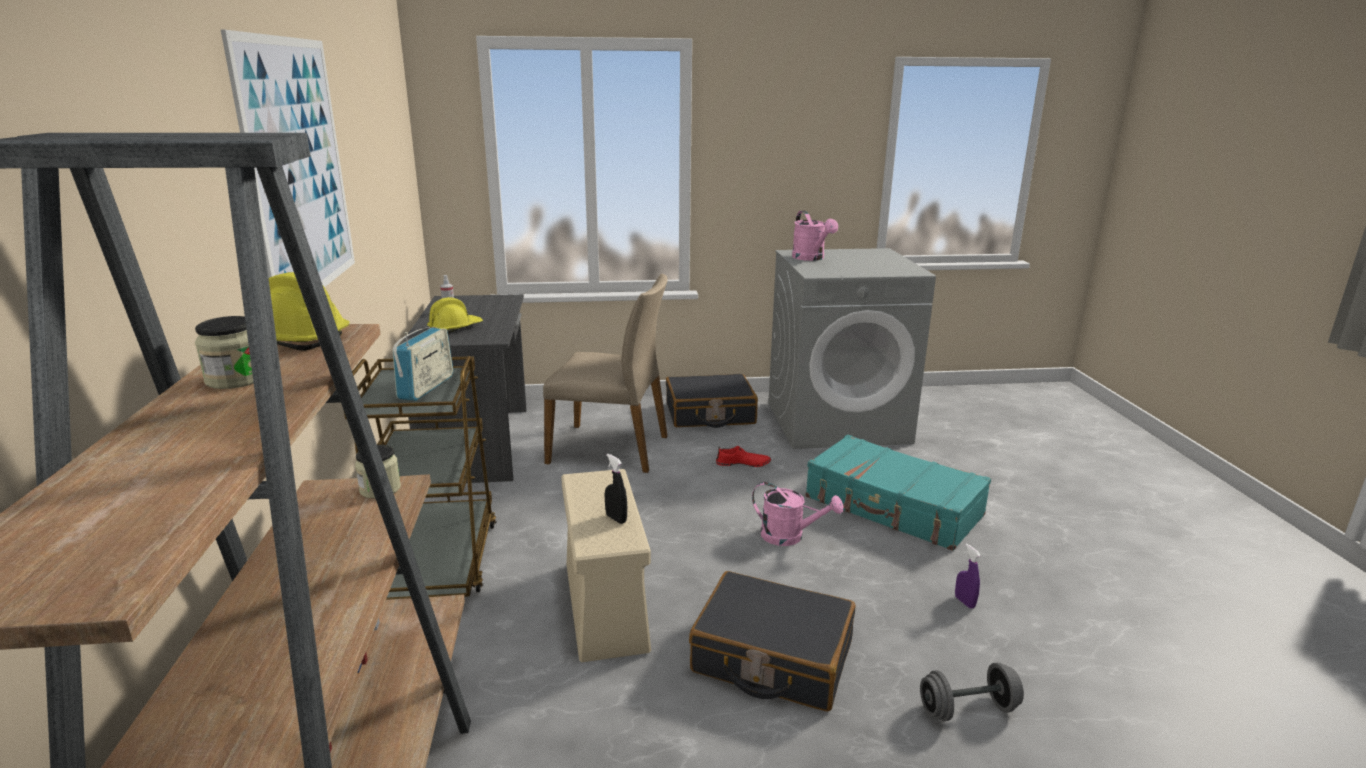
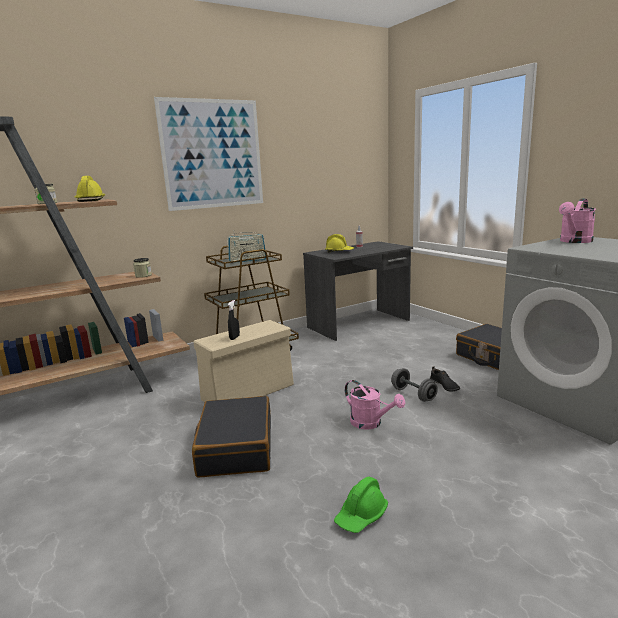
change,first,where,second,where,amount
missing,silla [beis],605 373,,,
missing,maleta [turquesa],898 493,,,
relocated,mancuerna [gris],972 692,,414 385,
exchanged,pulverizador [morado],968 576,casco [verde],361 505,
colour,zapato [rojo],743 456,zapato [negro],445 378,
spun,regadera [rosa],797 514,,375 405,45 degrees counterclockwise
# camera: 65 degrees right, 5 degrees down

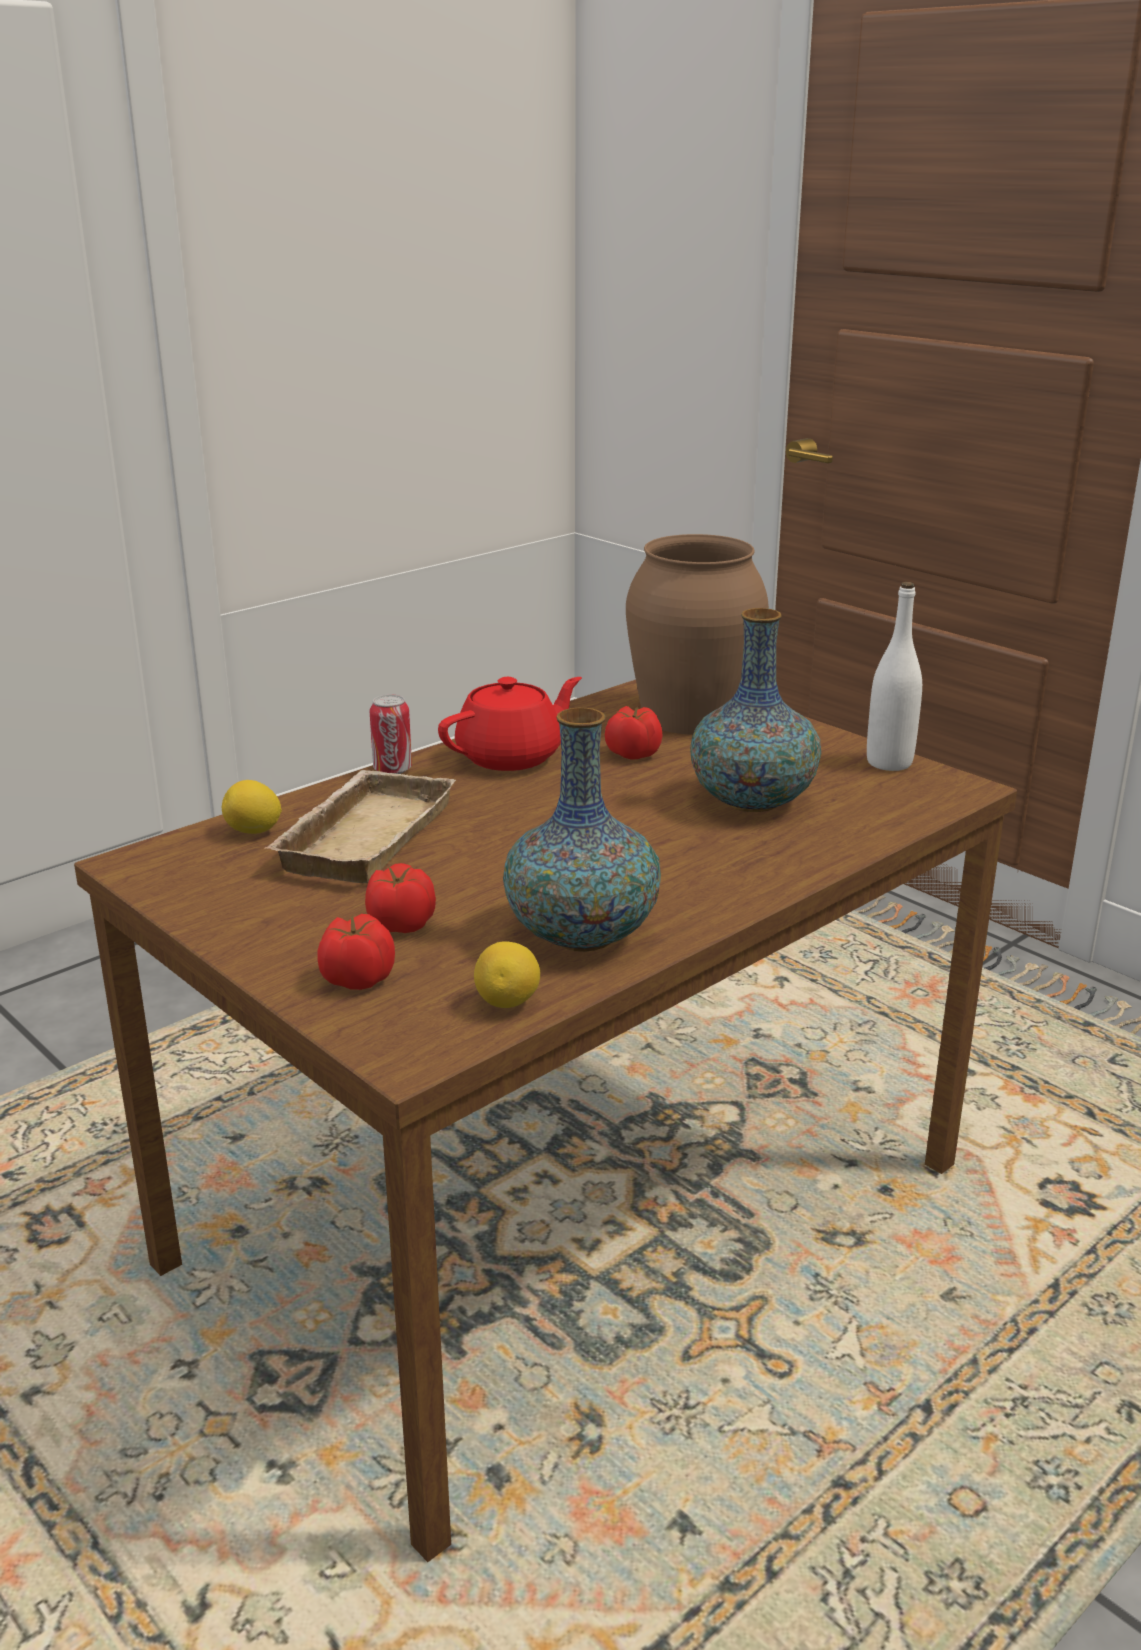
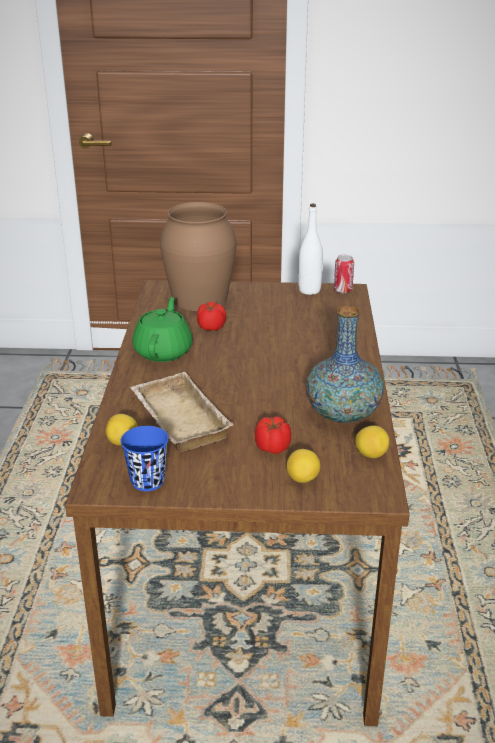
change,first,where,second,where,amount
missing,florero,755 710,,,
appeared,,,taza [azul],144 458,
relocated,lata,391 734,,344 274,
exchanged,tomate,356 952,limón,303 466,
colour,tetera [rojo],510 724,tetera [verde],162 329,
# camera: 45 degrees left, 5 degrees up

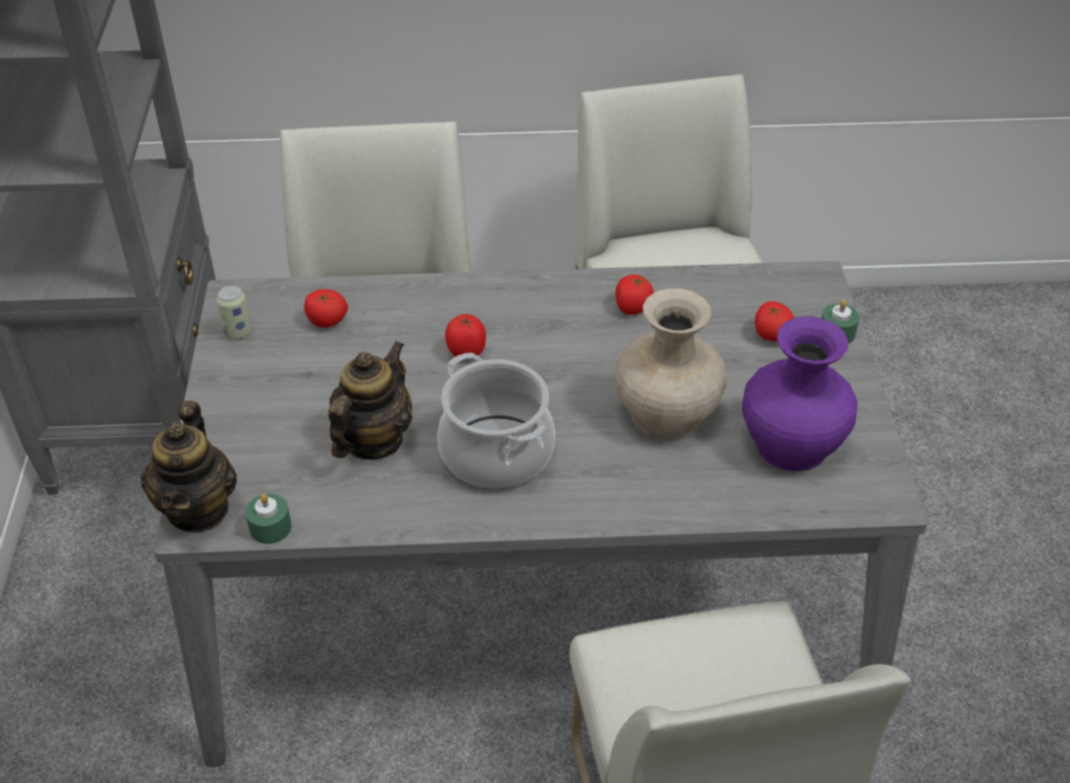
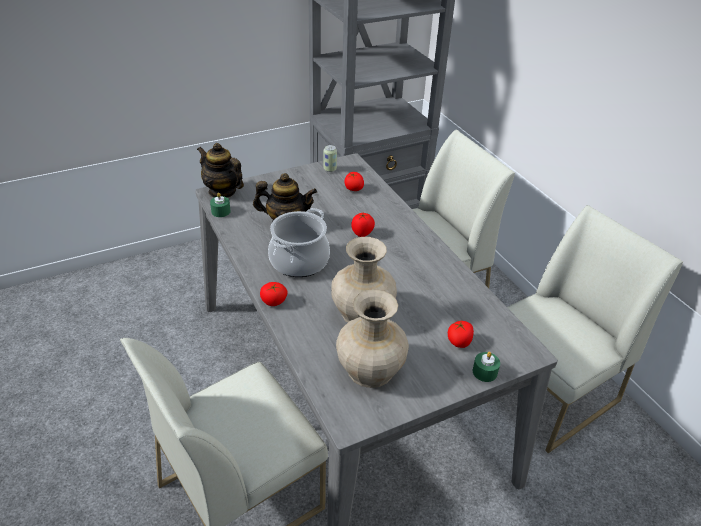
change,first,where,second,where,amount
relocated,tomate,635 295,,273 294,
colour,florero [morado],800 393,florero [beis],372 338,
spun,tetera,189 467,,220 170,60 degrees clockwise
# camera: 65 degrees right, 5 degrees down

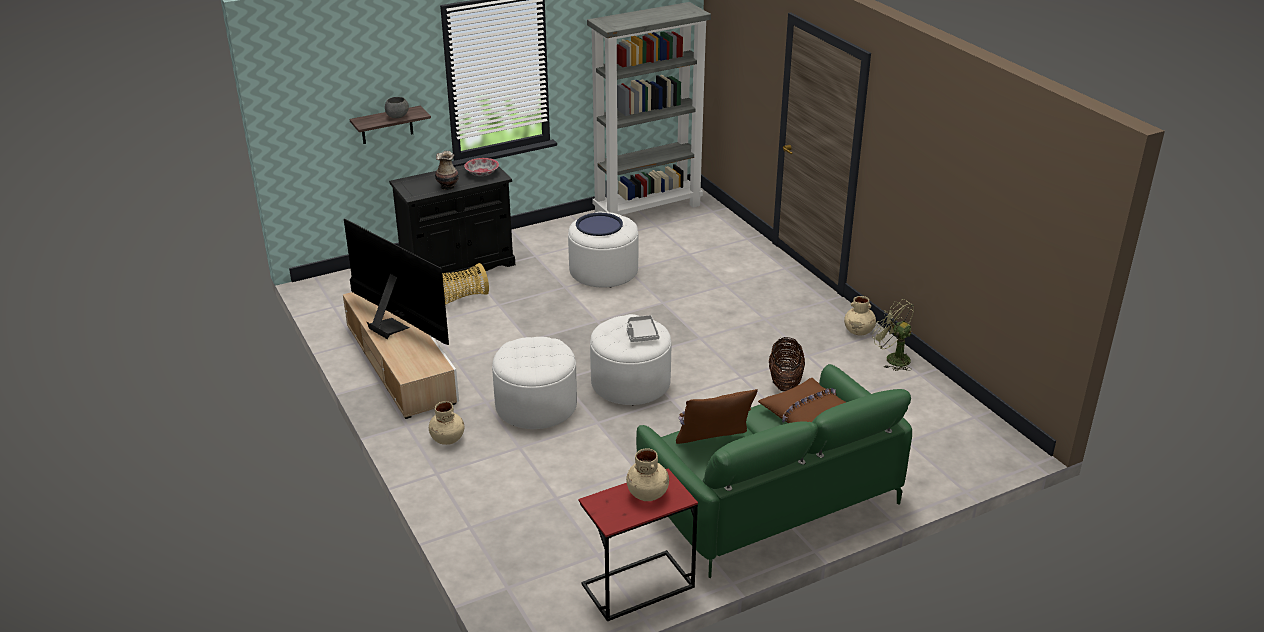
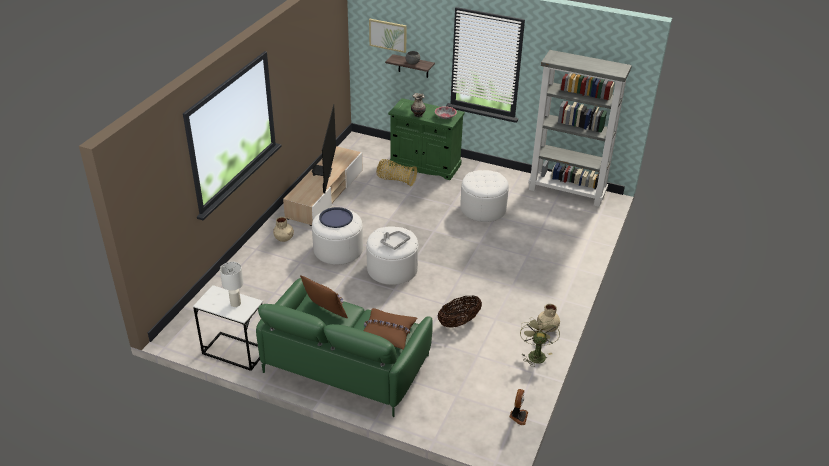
change,first,where,second,where,amount
appeared,,,cuadro,388 36,
appeared,,,ventilador,518 407,
relocated,bandeja [azul],599 224,,336 217,
exchanged,florero [beis],647 474,lámpara de mesa [blanco],231 284,
colour,armario [negro],452 223,armario [verde],426 139,
colour,mesa auxiliar [rojo],638 545,mesa auxiliar [blanco],228 328,
# camera: 50 degrees right, 5 degrees up

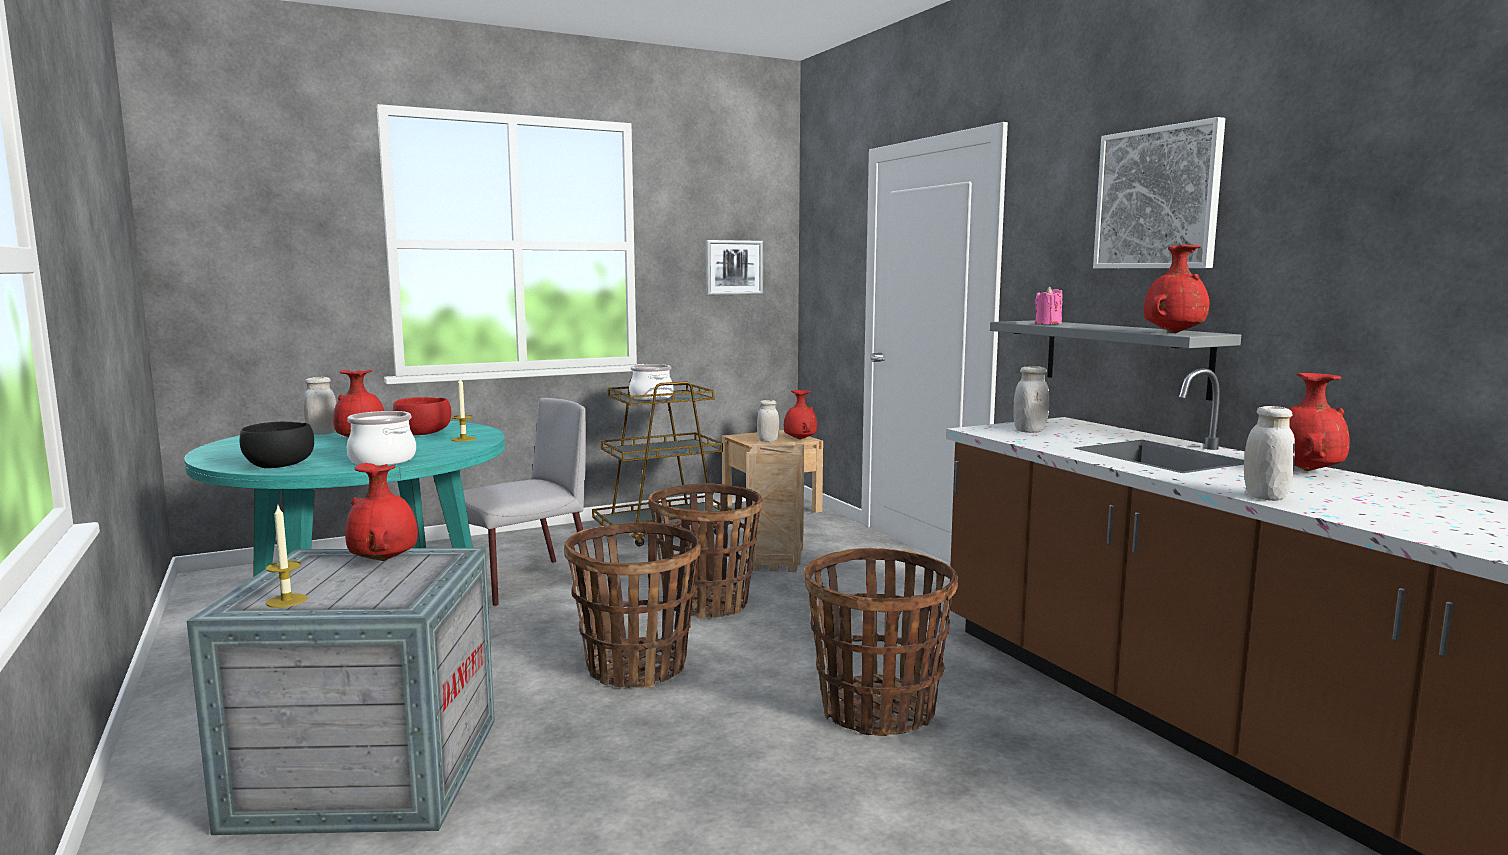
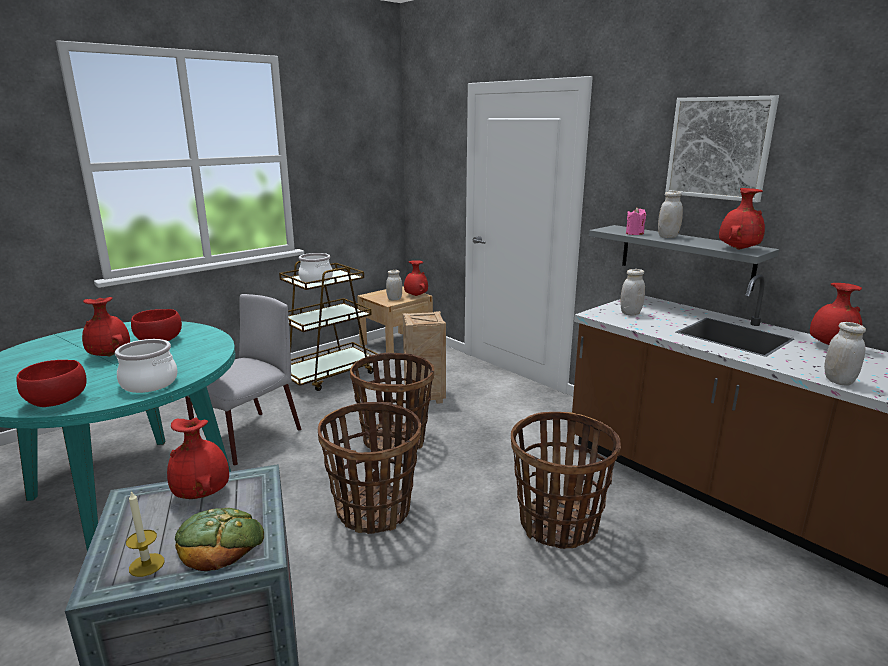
change,first,where,second,where,amount
missing,vela,463 410,,,
missing,cuadro,734 267,,,
appeared,,,pan,219 539,
relocated,tarro [blanco],319 406,,670 214,
colour,cuenco [negro],277 445,cuenco [rojo],51 383,
# camera: 15 degrees left, 10 degrees up

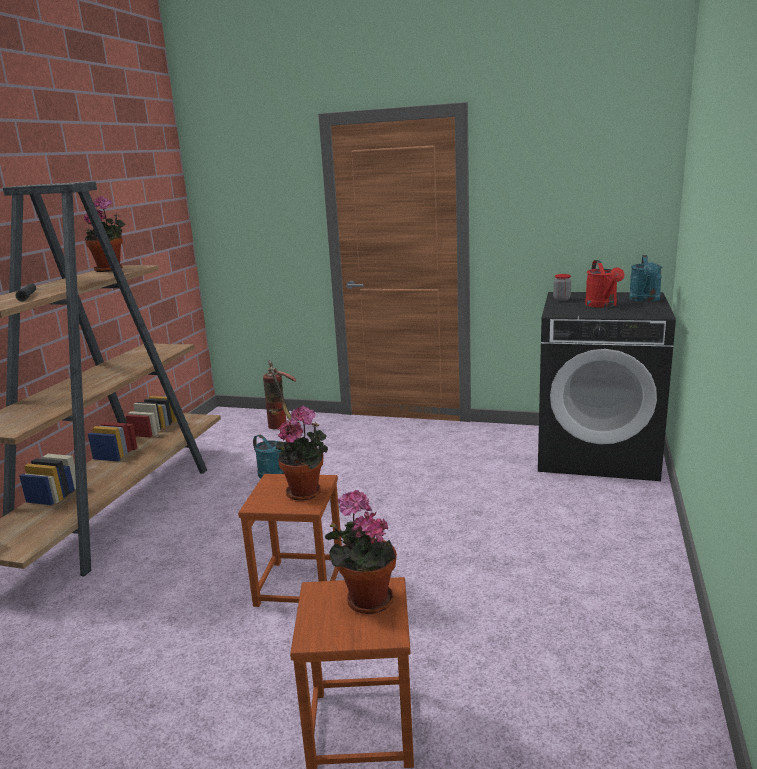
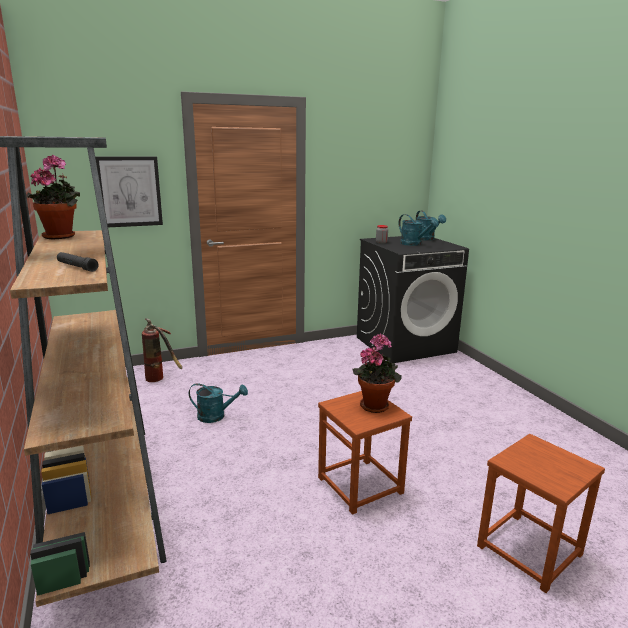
change,first,where,second,where,amount
missing,planta en maceta,361 552,,,
appeared,,,cuadro,129 191,
colour,regadera [rojo],605 284,regadera [turquesa],419 230,
# camera: 40 degrees left, 0 degrees up

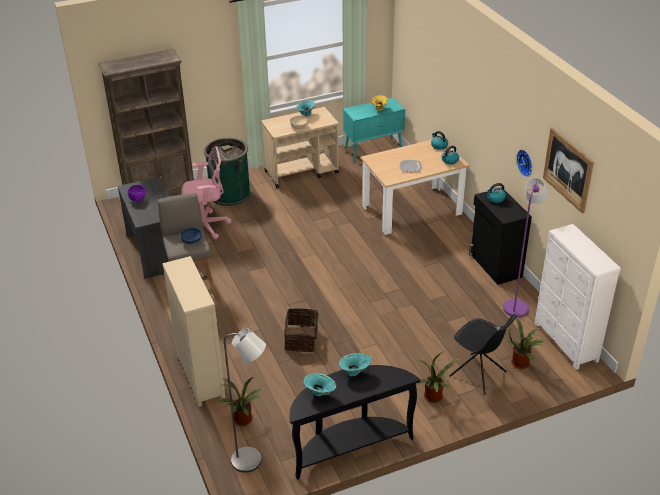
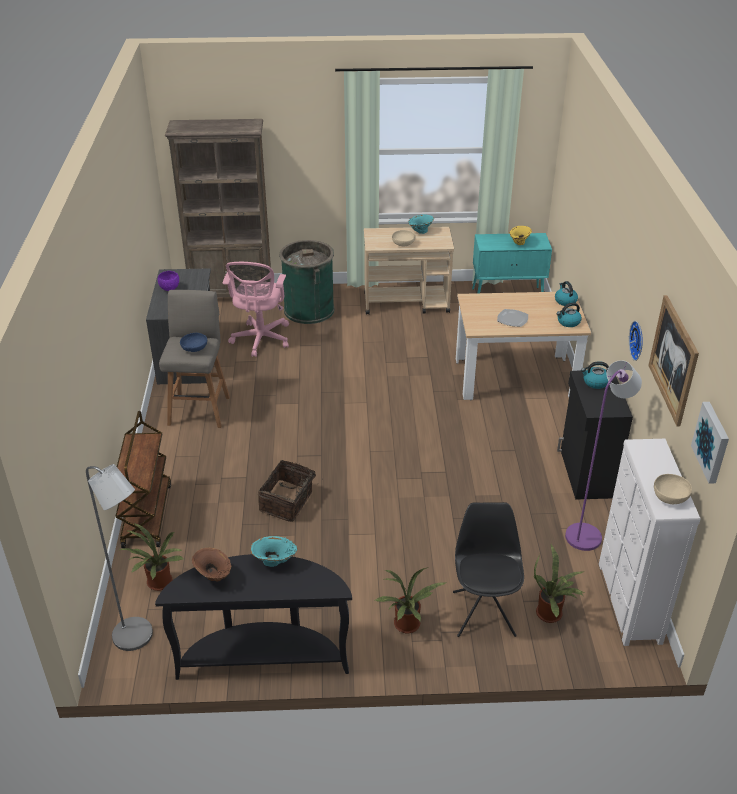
change,first,where,second,where,amount
appeared,,,cuenco [beis],673 489,
appeared,,,cuadro,710 443,
exchanged,cómoda [beis],193 331,carrito [marrón],143 479,
colour,florero [turquesa],319 385,florero [marrón],212 565,
spun,silla de oficina [rosa],206 192,,256 309,90 degrees clockwise
spun,silla [negro],482 354,,488 569,150 degrees counterclockwise
# camera: 20 degrees right, 0 degrees up

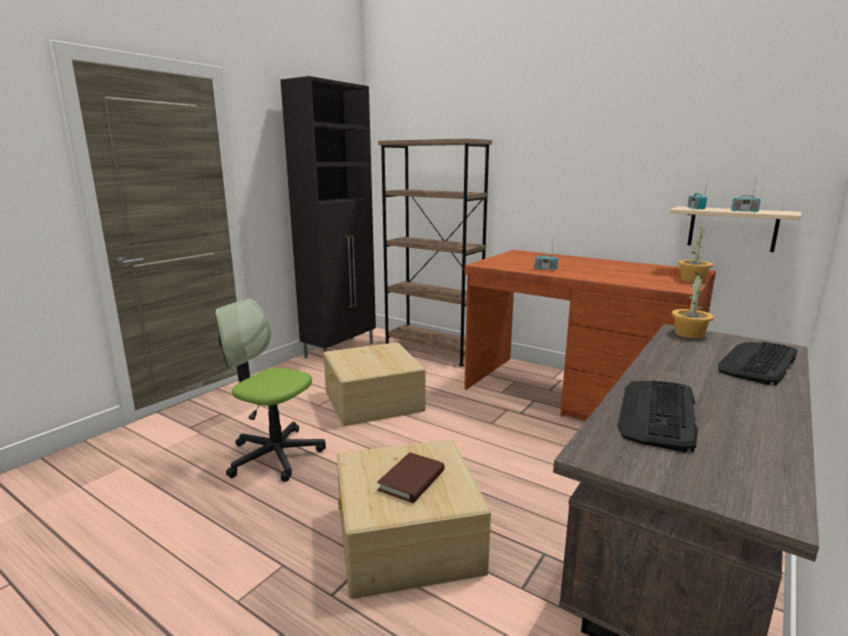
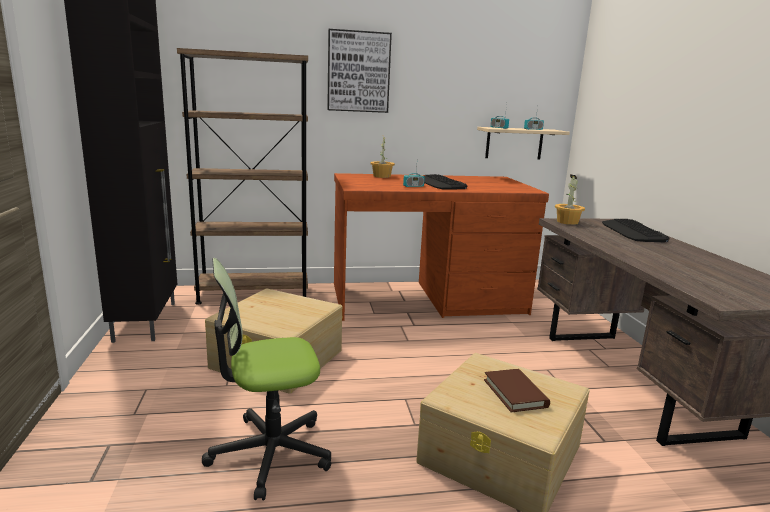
change,first,where,second,where,amount
appeared,,,cuadro,359 71,
relocated,teclado,657 416,,446 182,
relocated,planta en maceta,695 254,,382 157,
# camera: 45 degrees left, 0 degrees up

